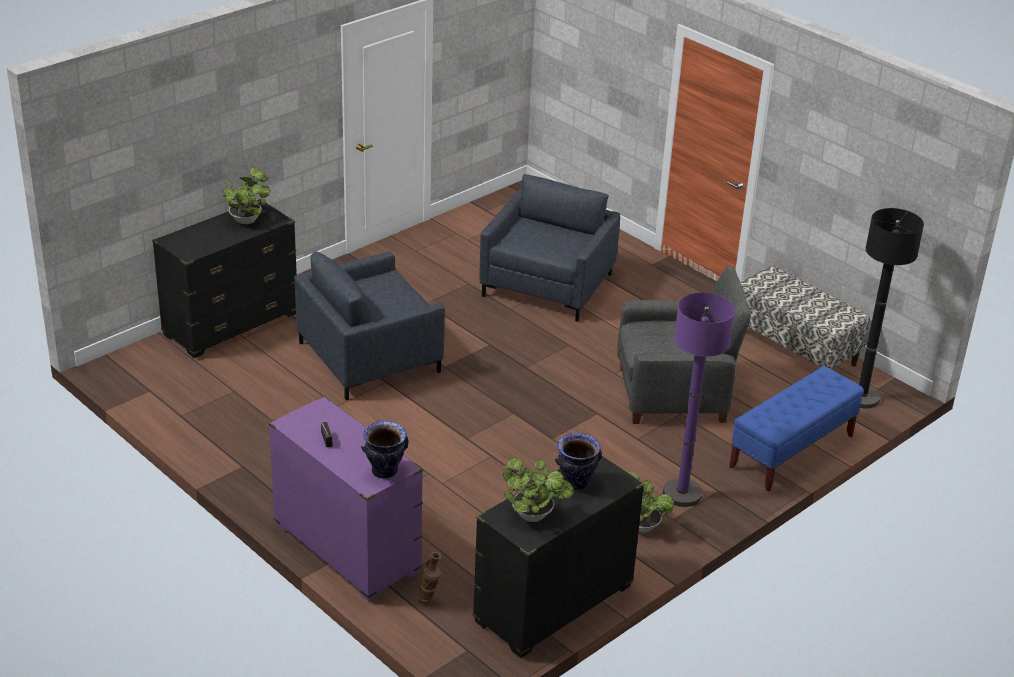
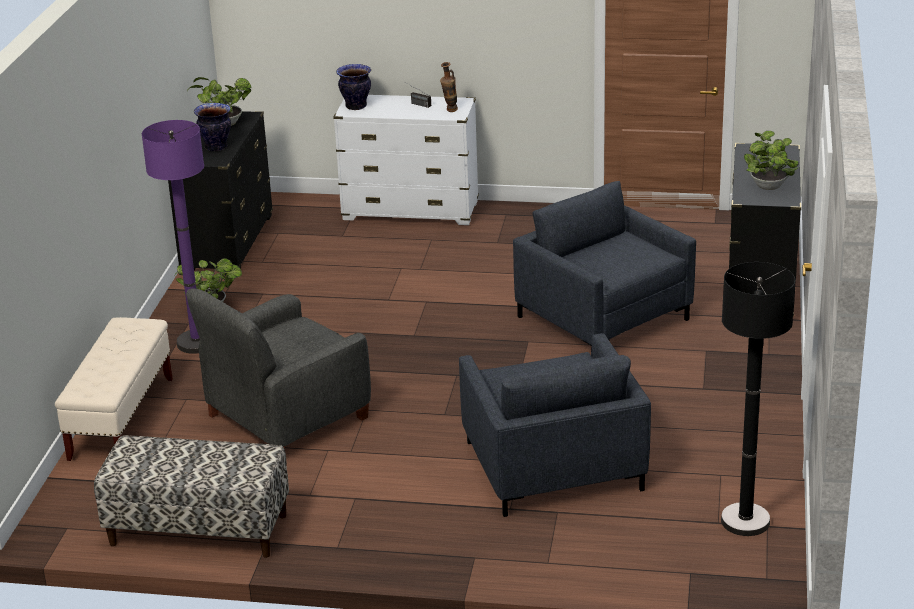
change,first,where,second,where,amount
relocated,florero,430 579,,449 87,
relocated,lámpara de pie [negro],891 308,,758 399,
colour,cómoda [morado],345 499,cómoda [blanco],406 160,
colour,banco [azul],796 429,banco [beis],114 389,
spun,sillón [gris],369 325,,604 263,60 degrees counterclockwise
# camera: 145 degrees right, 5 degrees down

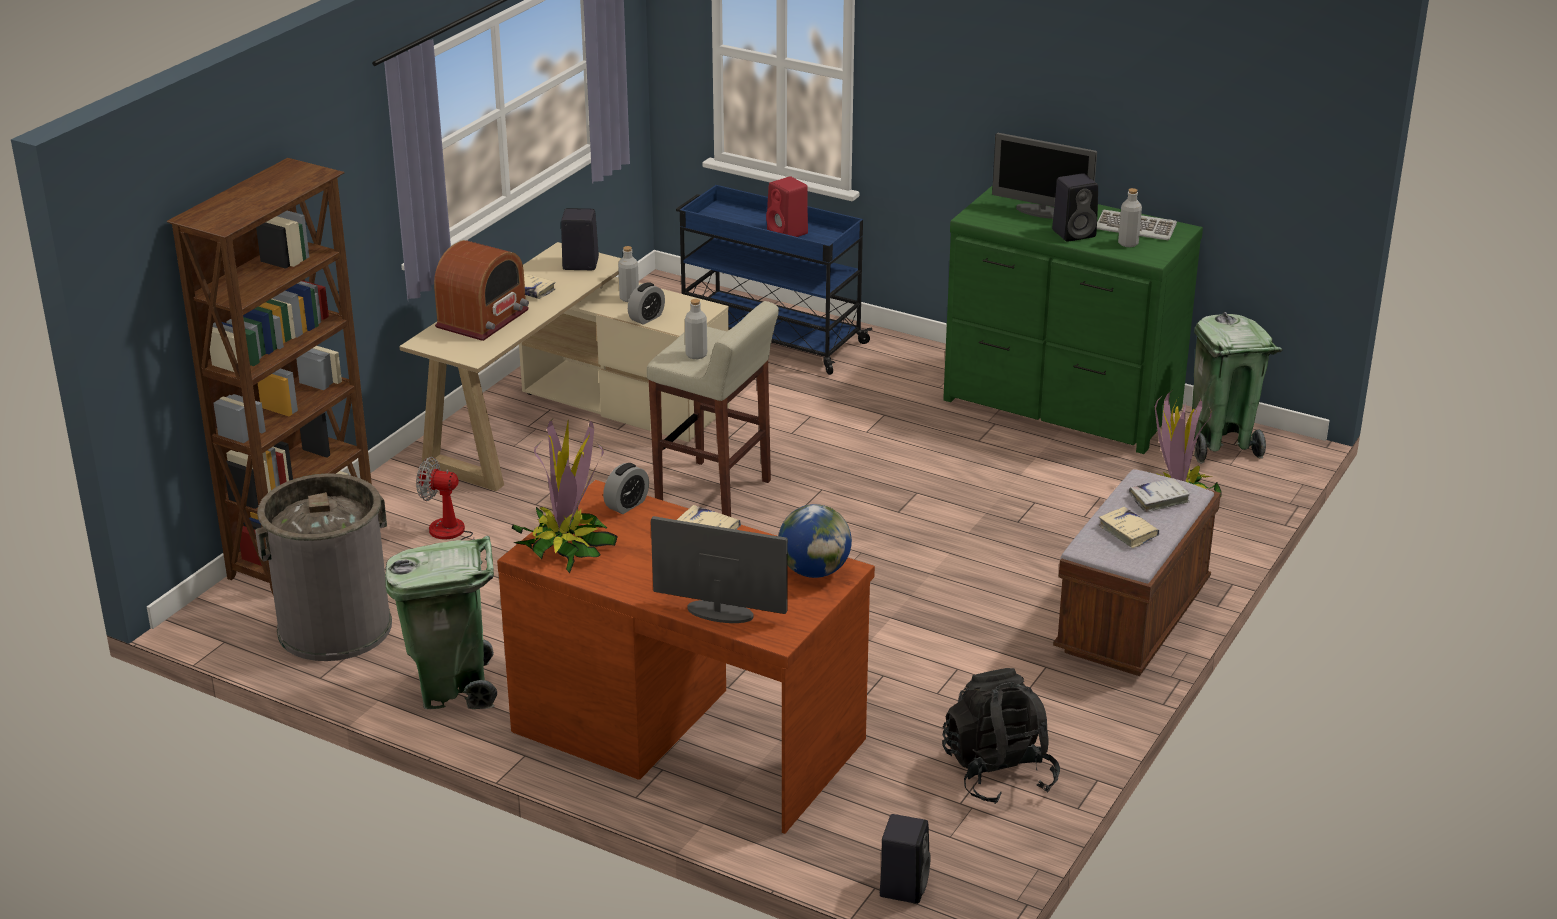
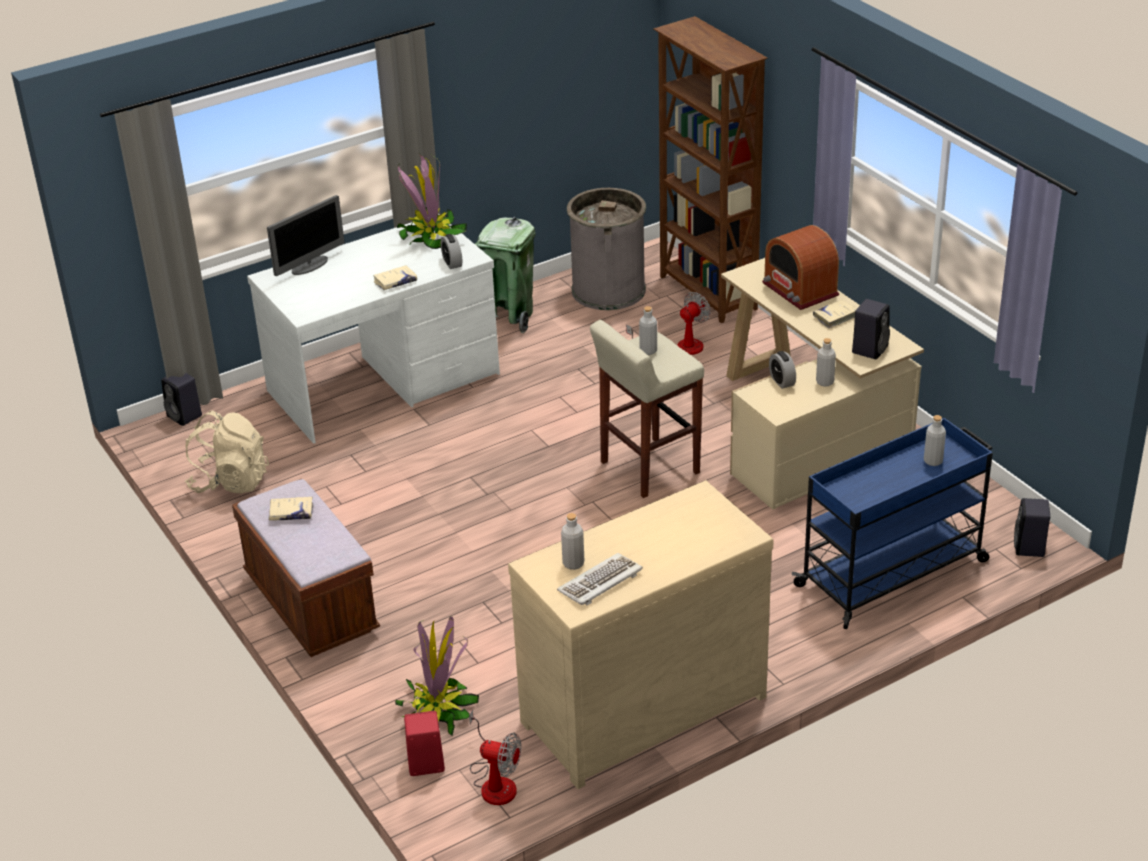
change,first,where,second,where,amount
missing,globo terráqueo,815 541,,,
missing,monitor,1044 176,,,
missing,libro [blanco],1159 495,,,
appeared,,,botella [gris],935 440,
relocated,altavoz [rojo],787 206,,424 743,
relocated,altavoz [negro],1075 207,,1032 527,
exchanged,papelera [verde],1237 388,ventilador,495 757,
colour,escritorio [marrón],686 657,escritorio [blanco],373 329,
colour,mochila [negro],1001 736,mochila [beis],227 451,
colour,cómoda [verde],1073 319,cómoda [beis],641 634,
# camera: 120 degrees right, 5 degrees up

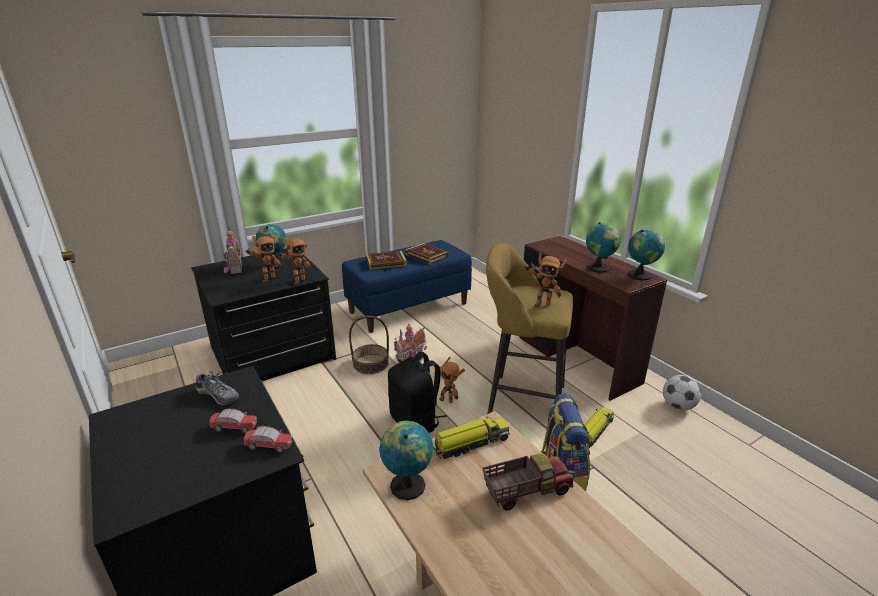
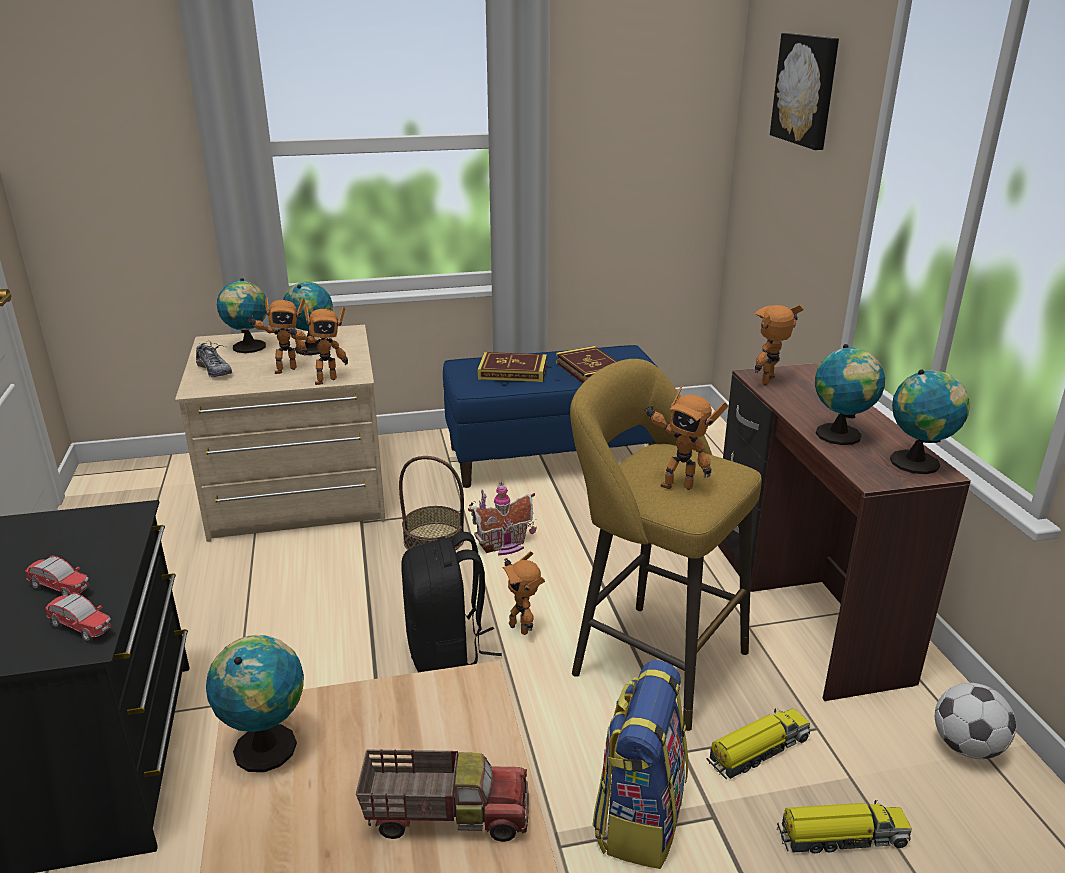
change,first,where,second,where,amount
appeared,,,robot de juguete,779 345,
appeared,,,cuadro,804 91,
relocated,zapato,217 388,,214 359,
relocated,camión de juguete,471 438,,844 826,
exchanged,casita,232 250,globo terráqueo,241 315,
colour,cómoda [negro],263 314,cómoda [beis],280 433,
# camera: 20 degrees right, 0 degrees up

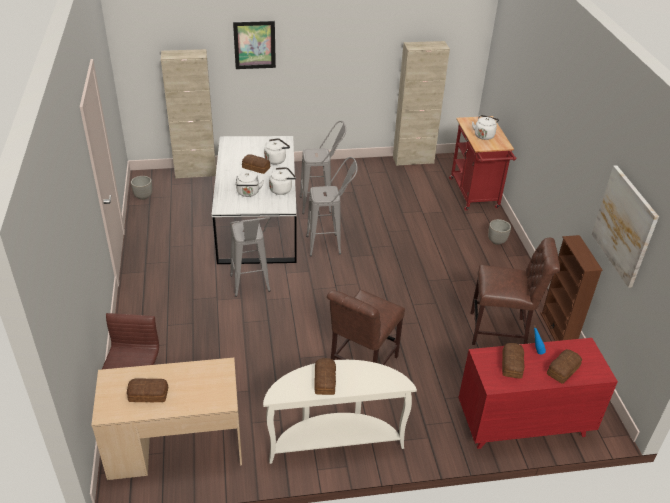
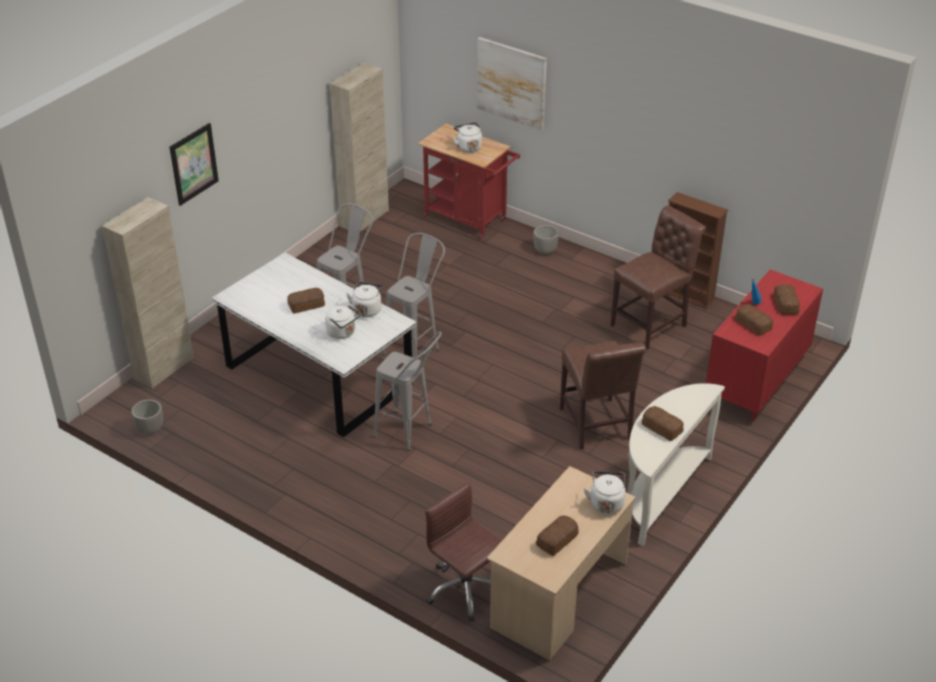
change,first,where,second,where,amount
relocated,hervidor [blanco],277 151,,604 492,
relocated,cuadro,625 226,,512 84,
# camera: 45 degrees left, 0 degrees up

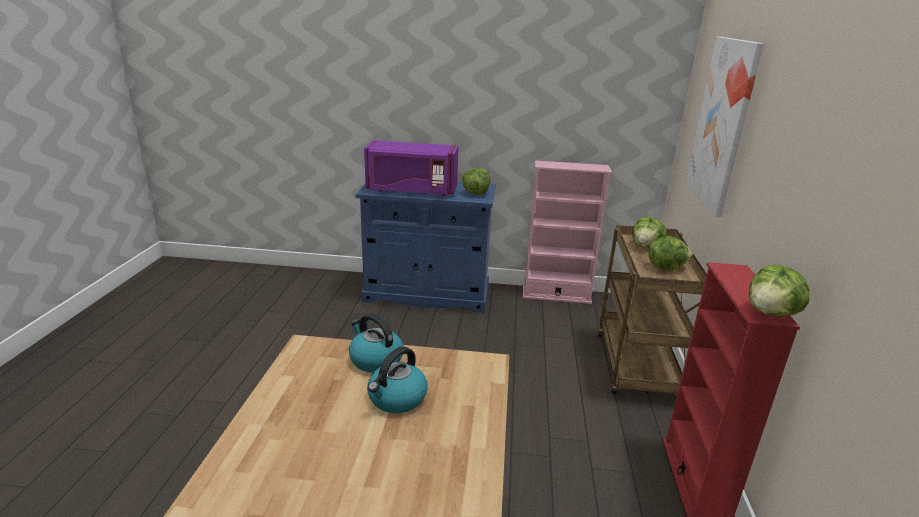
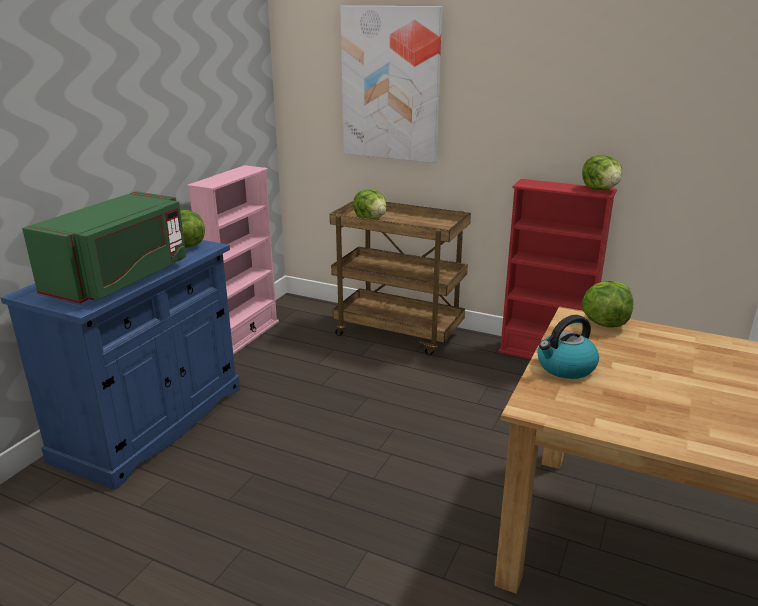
change,first,where,second,where,amount
missing,hervidor,397 379,,,
relocated,lechuga,670 253,,608 304,
colour,microondas [morado],411 168,microondas [verde],104 247,
# camera: 70 degrees left, 0 degrees up

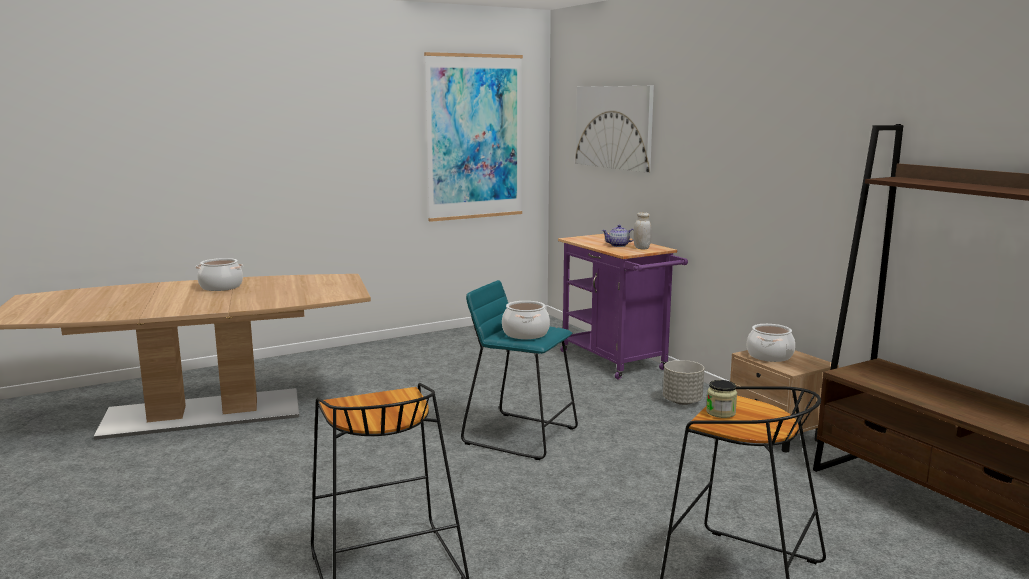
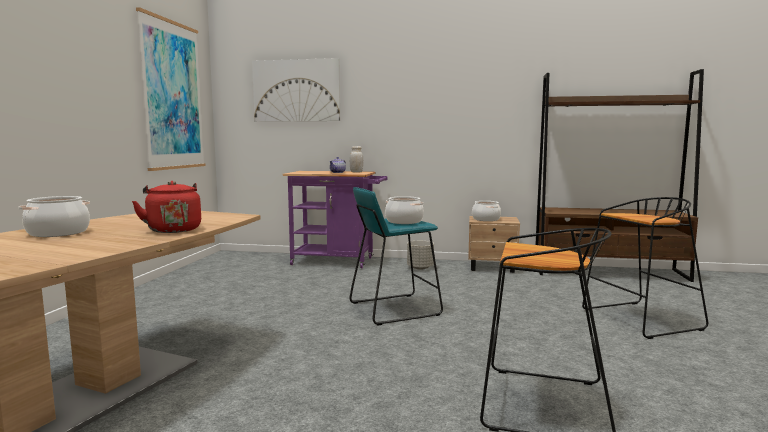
change,first,where,second,where,amount
missing,tarro,721 399,,,
appeared,,,hervidor [rojo],166 207,
# camera: 50 degrees left, 5 degrees down

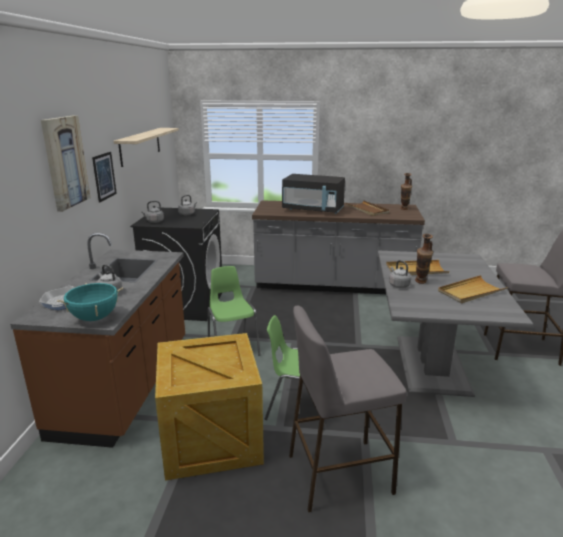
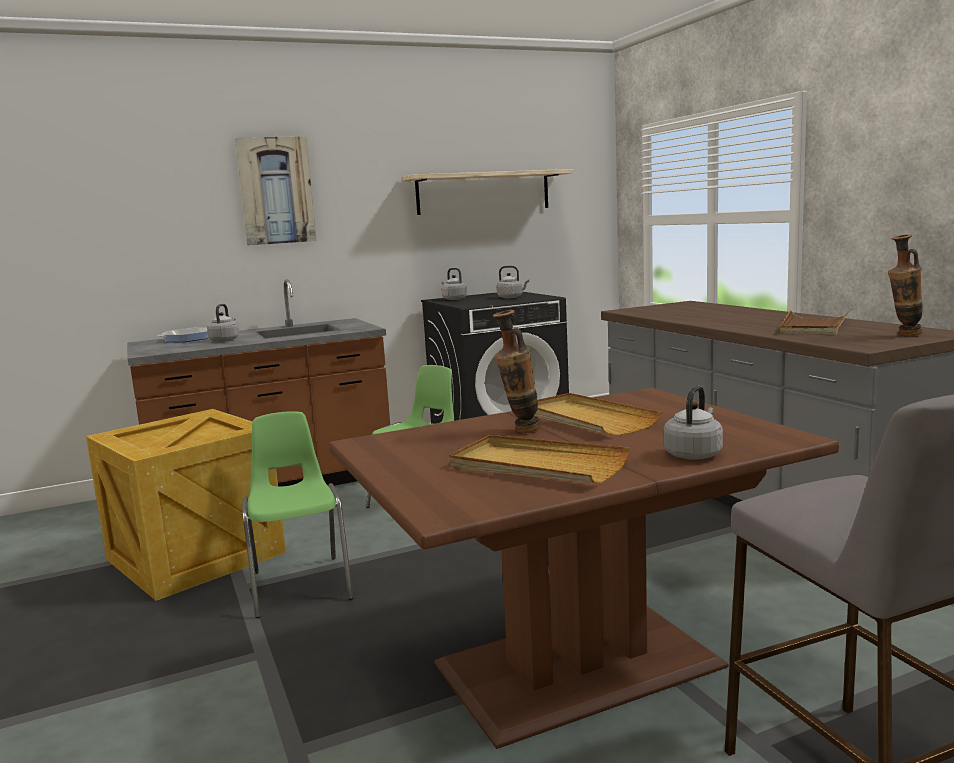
change,first,where,second,where,amount
missing,olla [turquesa],90 302,,,
missing,cuadro,104 177,,,
missing,microondas [negro],313 194,,,
missing,taburete [gris],348 409,,,
relocated,hervidor [gris],400 274,,693 422,
colour,mesa de comedor [gris],455 324,mesa de comedor [marrón],584 568,
# camera: 60 degrees right, 10 degrees down

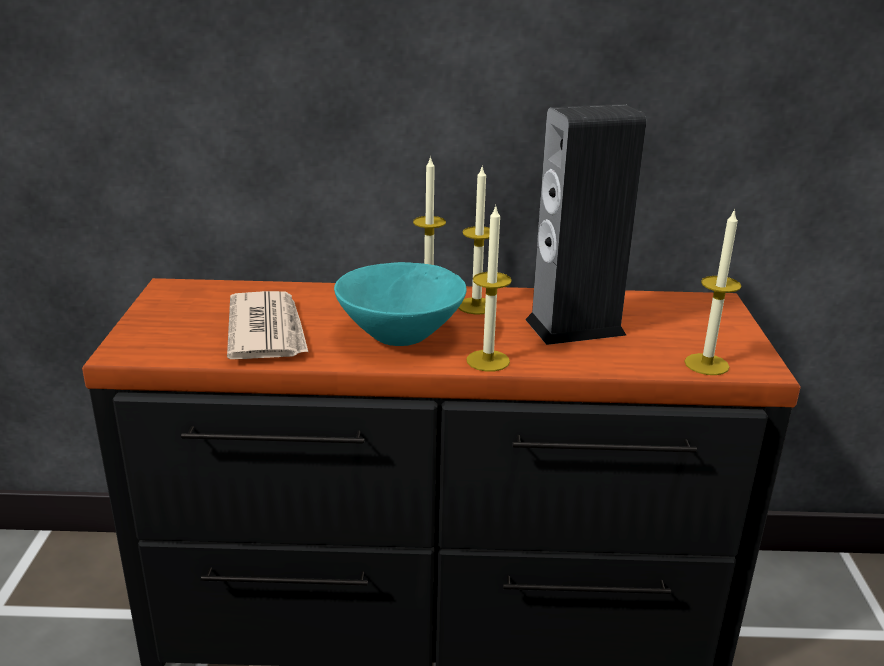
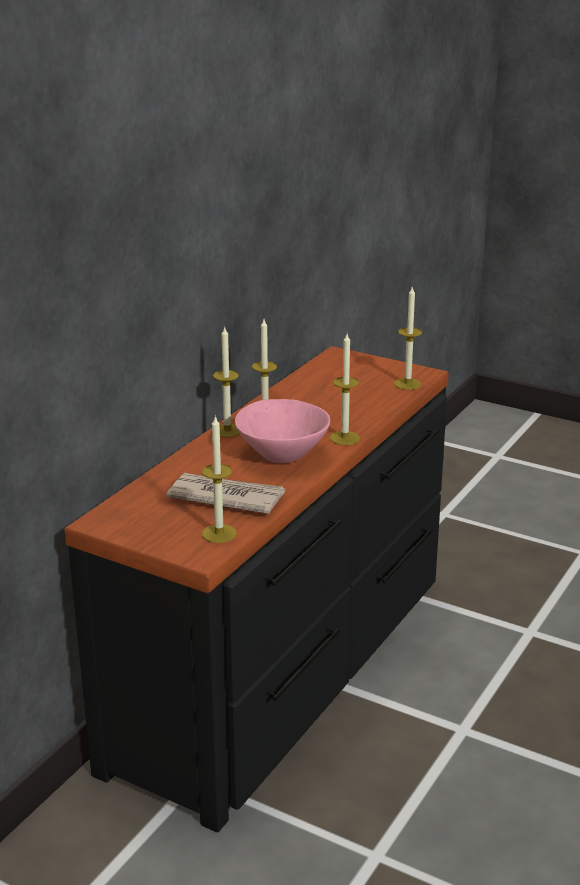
change,first,where,second,where,amount
missing,altavoz,585 224,,,
appeared,,,vela,219 479,
colour,cuenco [turquesa],400 304,cuenco [rosa],282 431,
# camera: 60 degrees left, 0 degrees up

